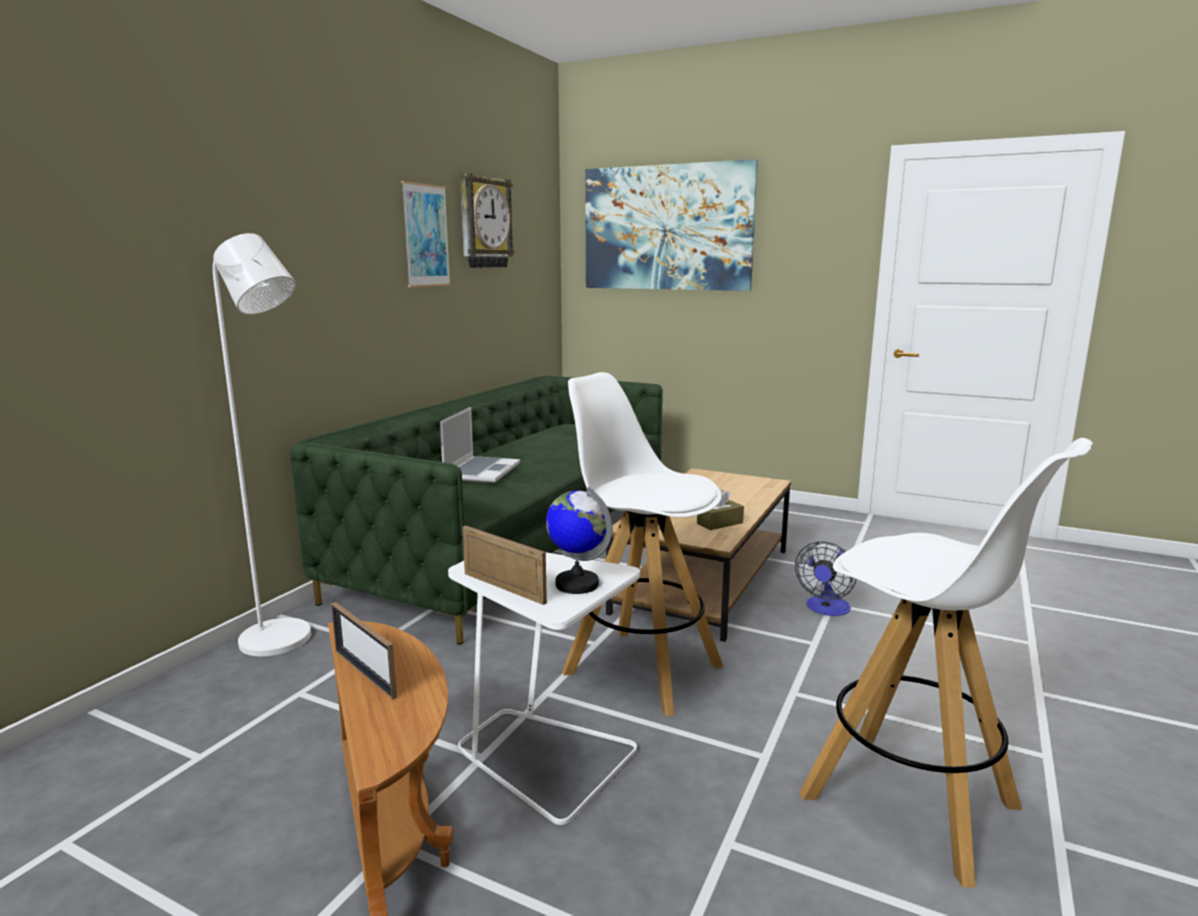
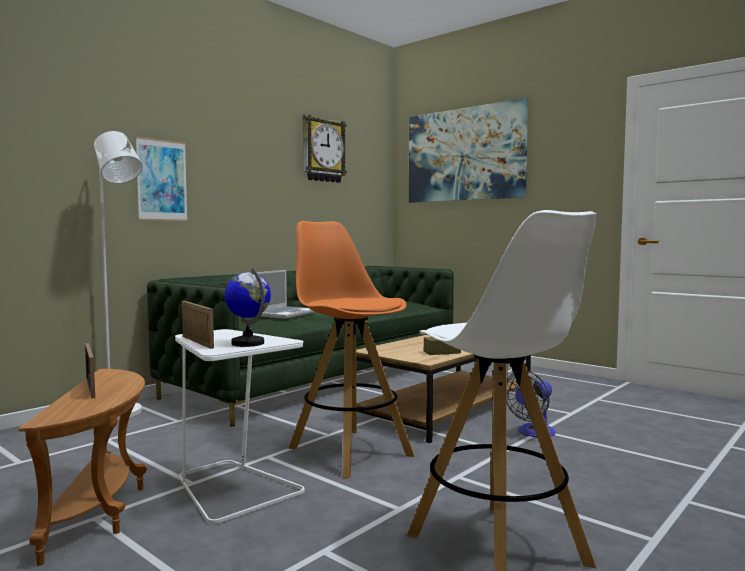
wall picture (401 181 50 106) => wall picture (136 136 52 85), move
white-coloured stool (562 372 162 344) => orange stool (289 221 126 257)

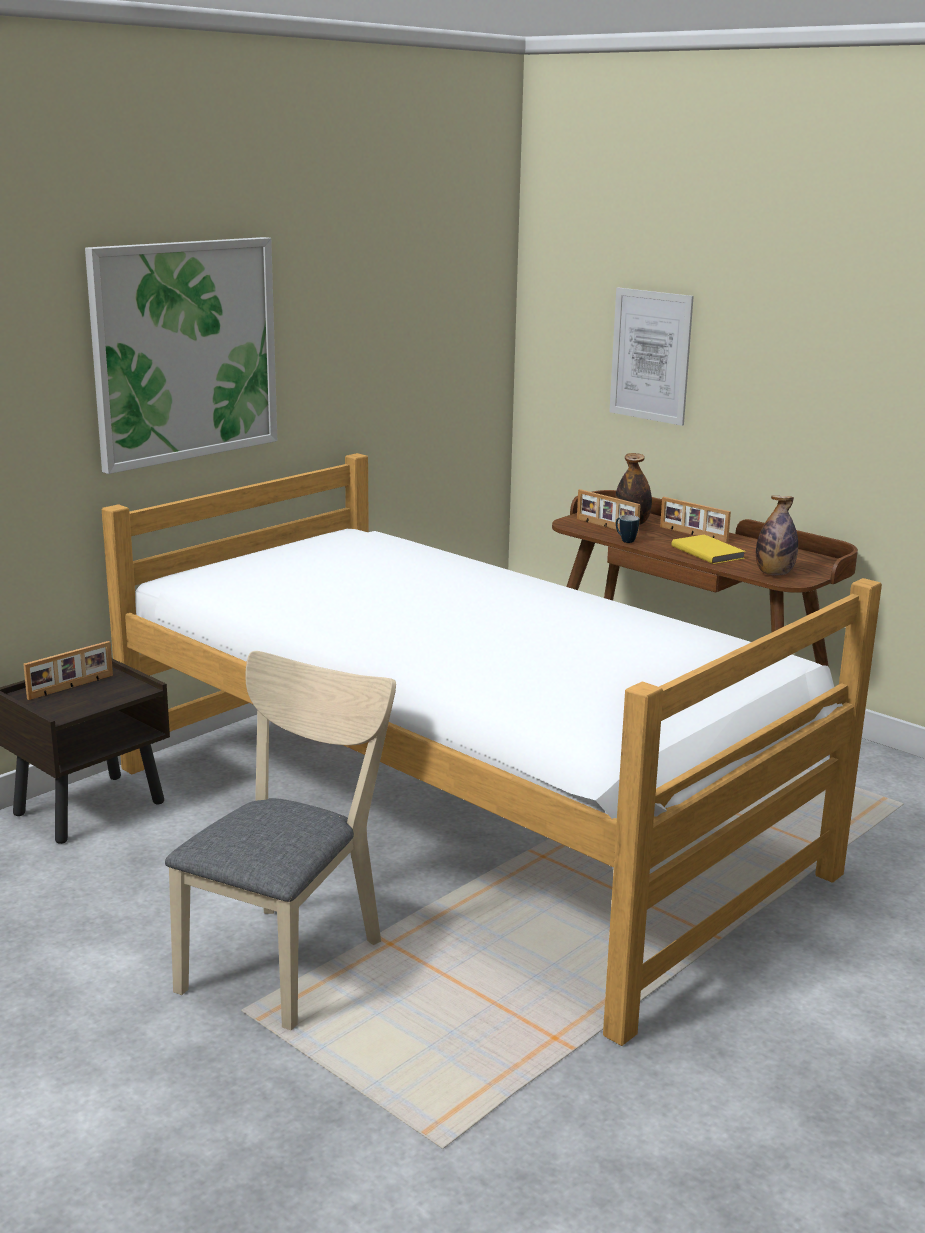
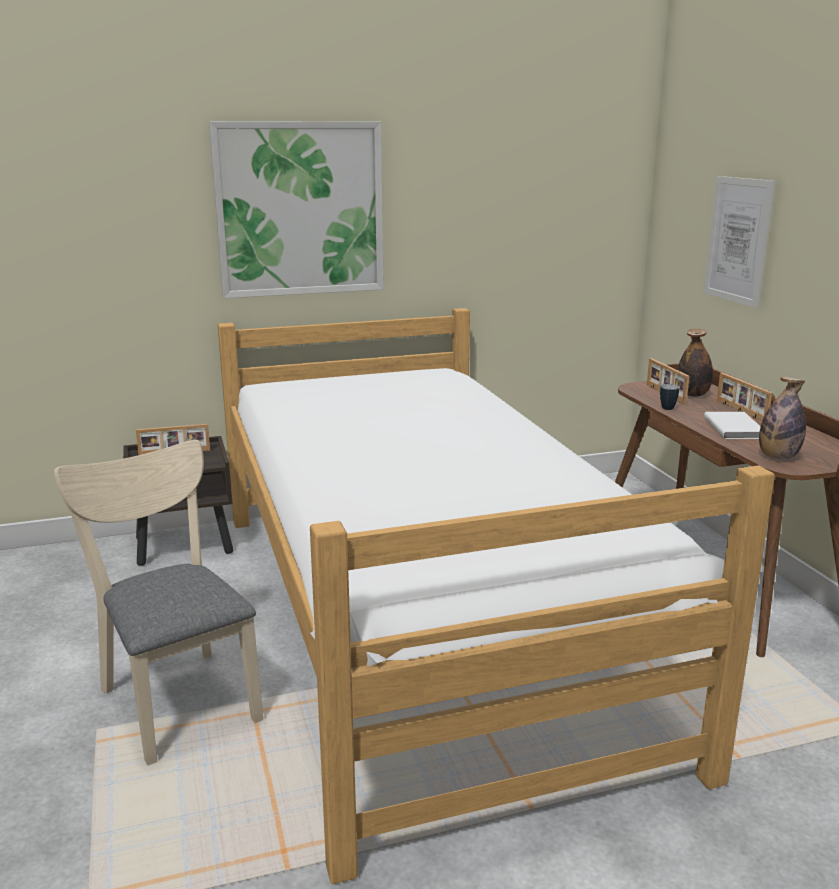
yellow-coloured bound book (672 534 74 30) => white-coloured bound book (704 412 57 27)
beige-coloured plain chair (165 651 231 380) => beige-coloured plain chair (54 440 209 325), 90 degrees counterclockwise

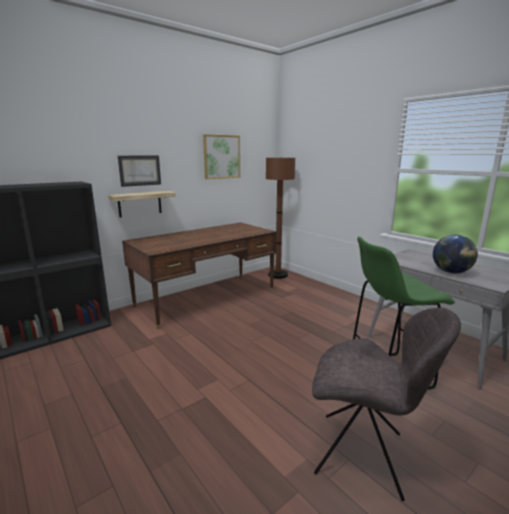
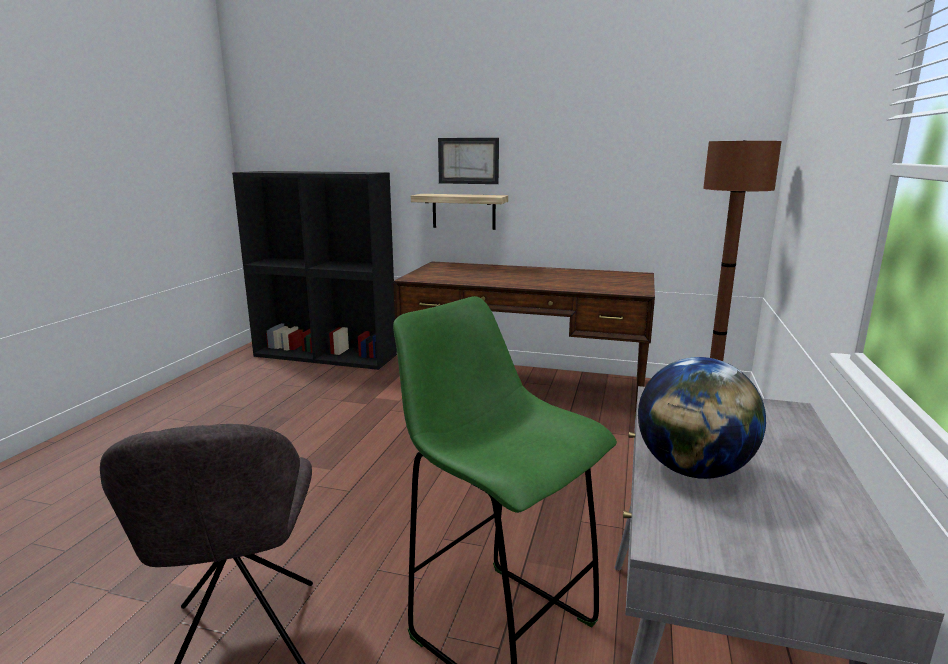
wall picture (203 134 37 45) => nothing

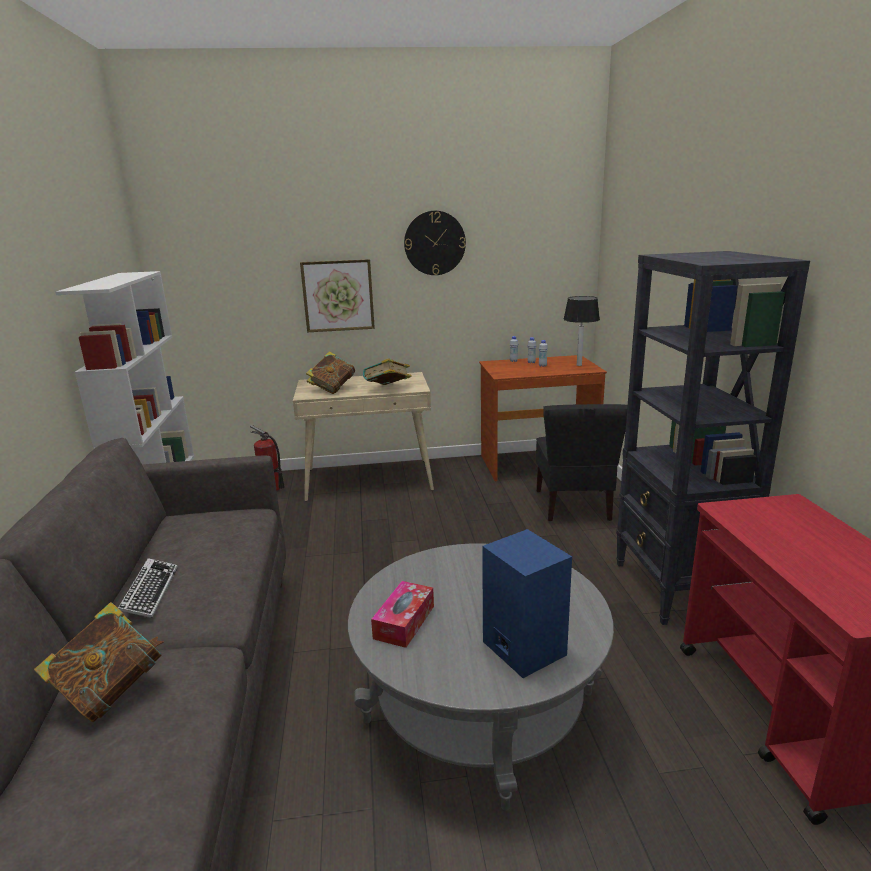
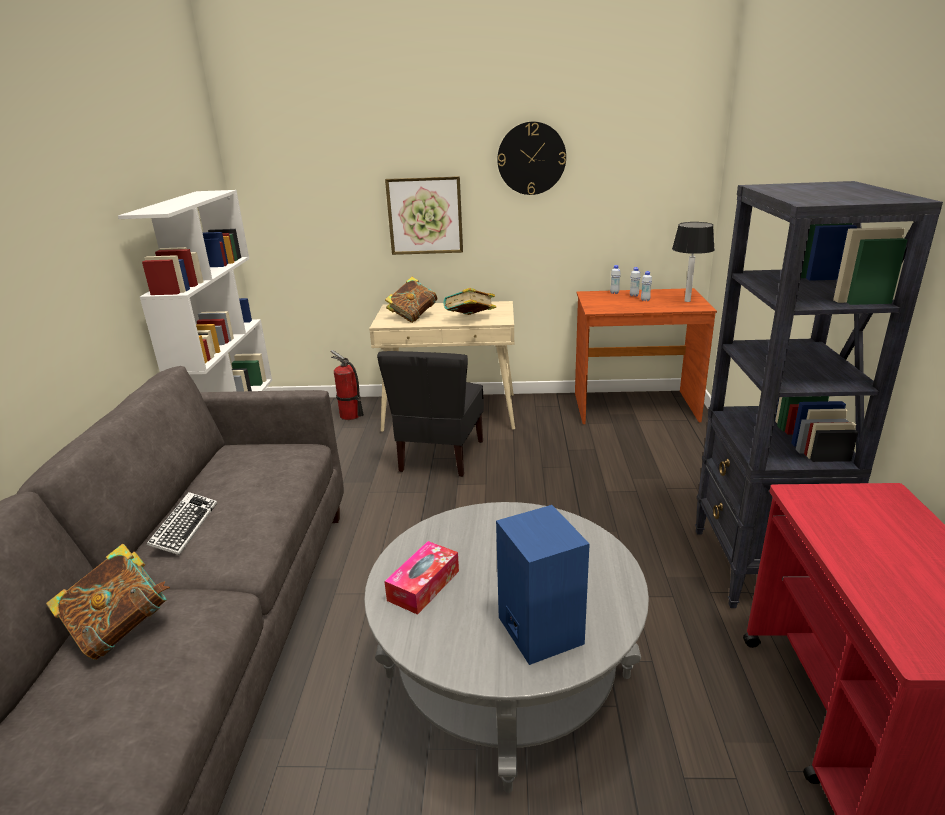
black-coloured plain chair (536 404 92 118) => black-coloured plain chair (377 351 107 126), move

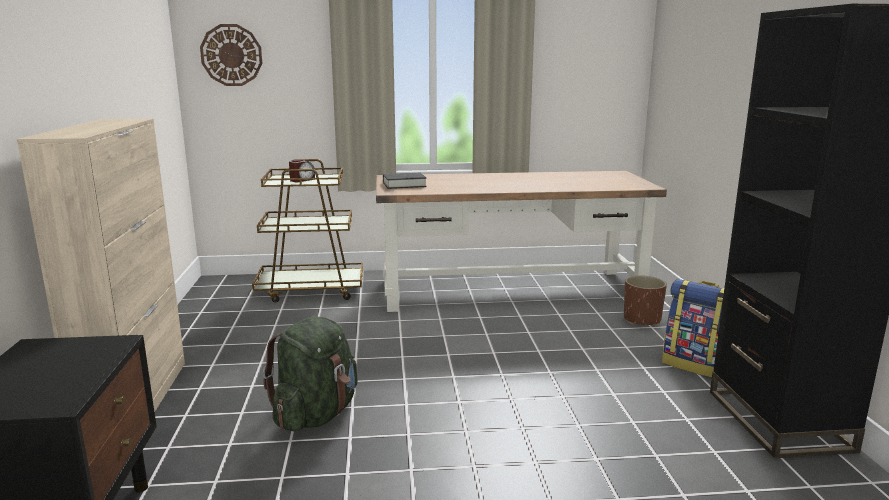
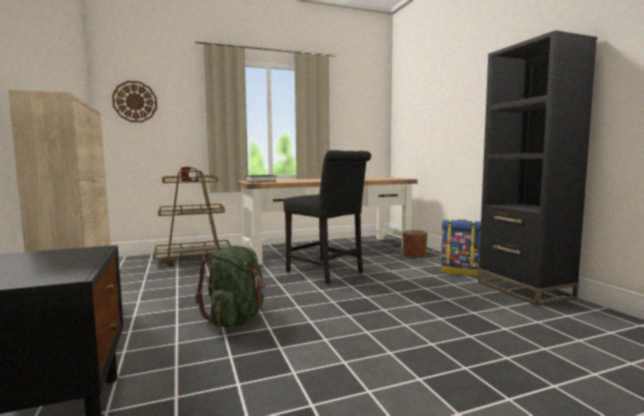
nothing => black-coloured plain chair (283 150 88 134)

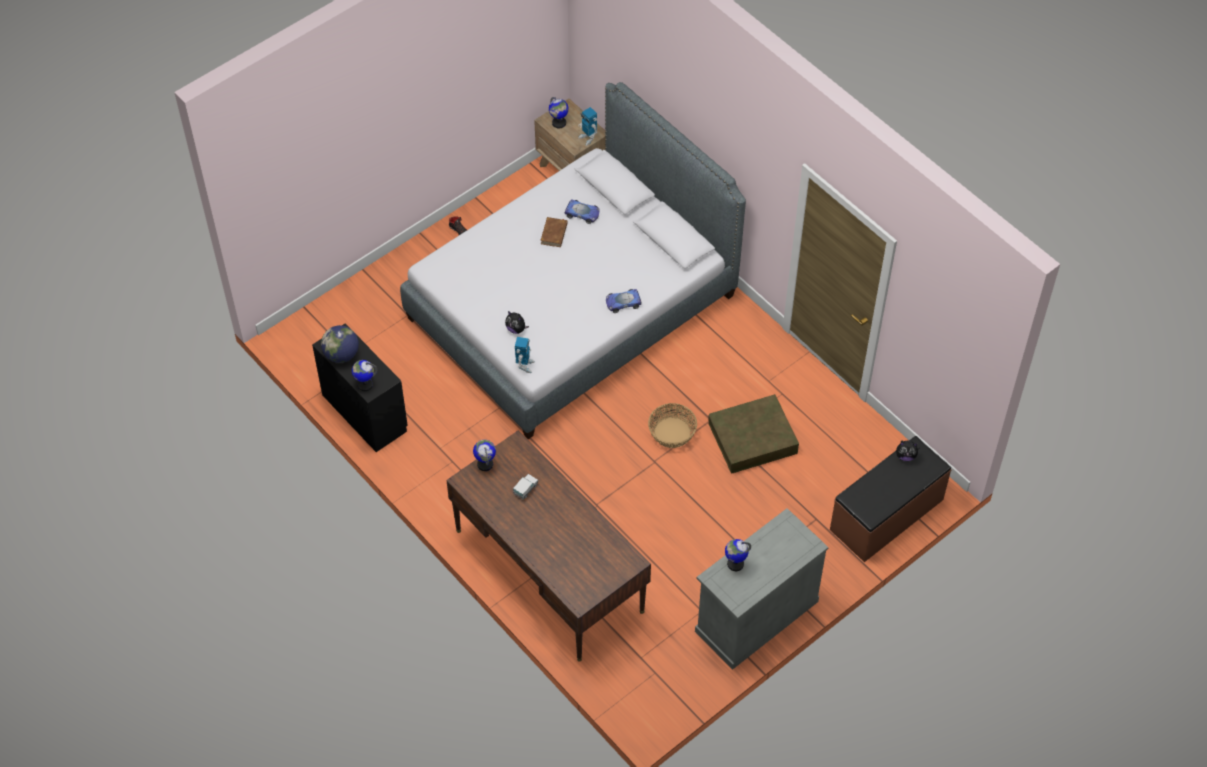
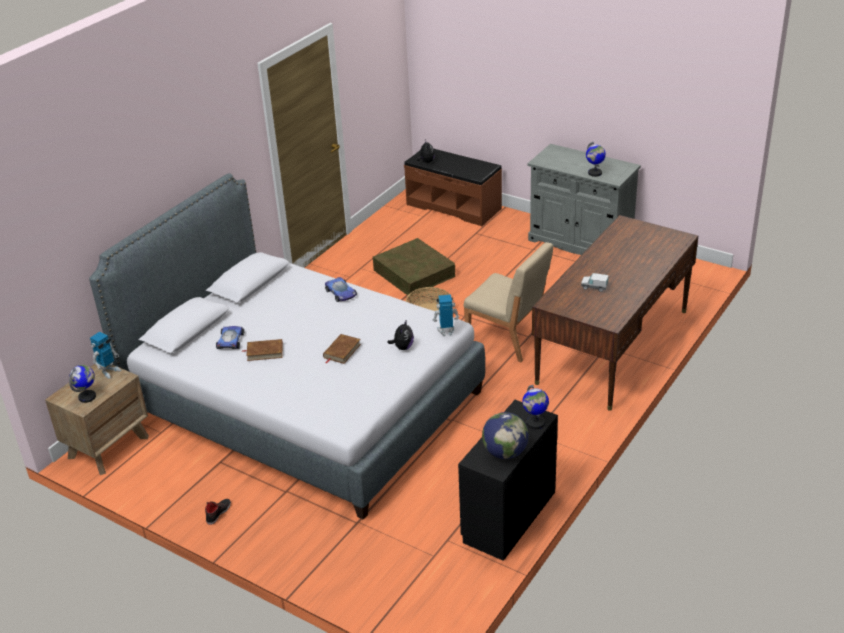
world globe (473 440 23 31) => nothing
nothing => brownish bound book (323 334 38 30)
nothing => beige-coloured plain chair (463 242 90 120)

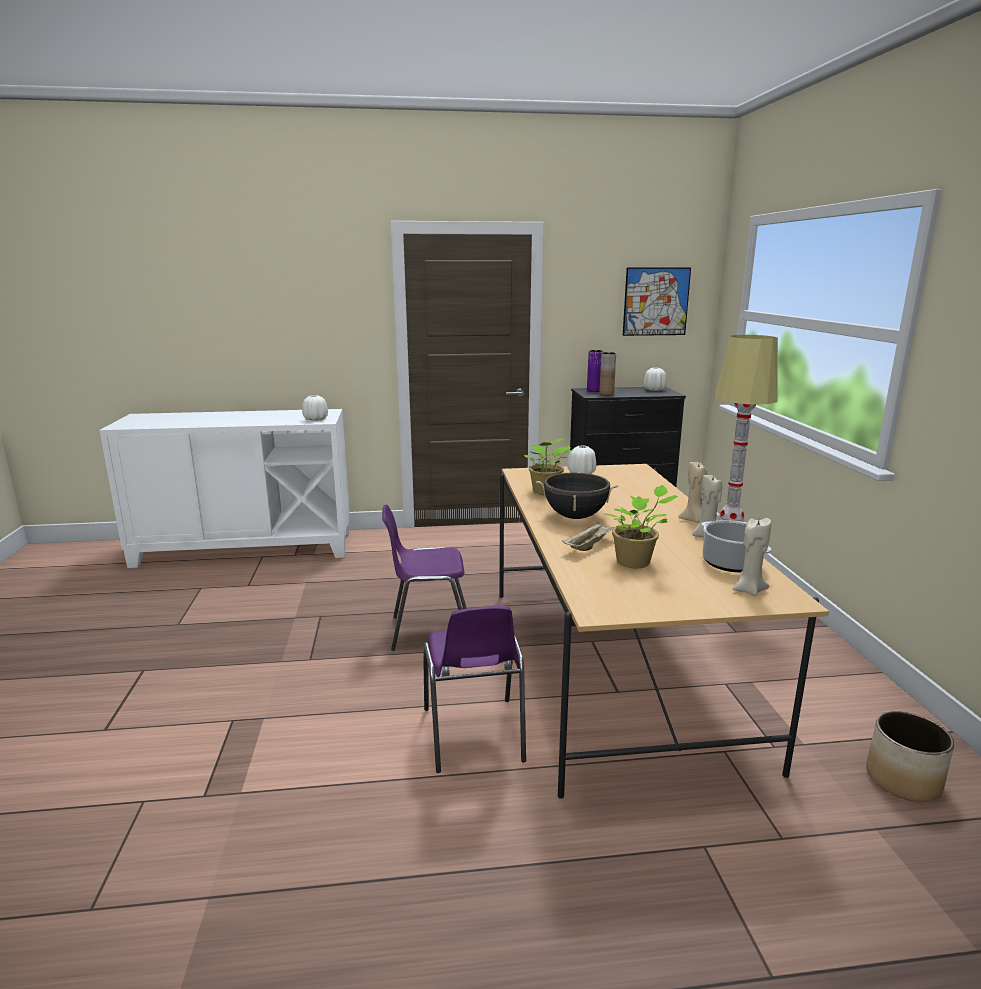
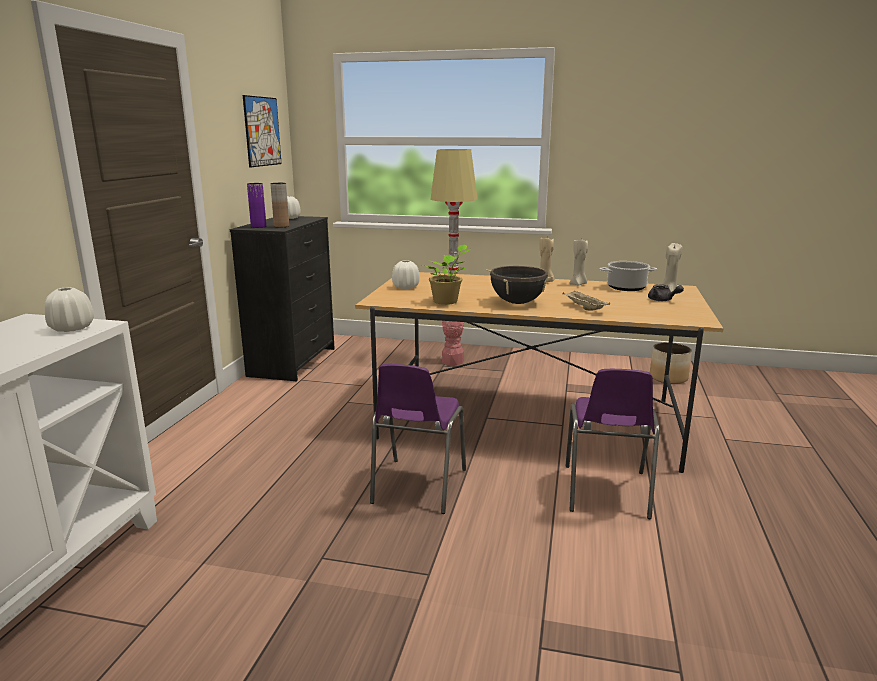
houseplant (603 485 75 83) => nothing
nothing => greyish teapot (648 284 36 17)
purplish plain chair (423 606 103 167) => purplish plain chair (565 369 94 150), 90 degrees clockwise

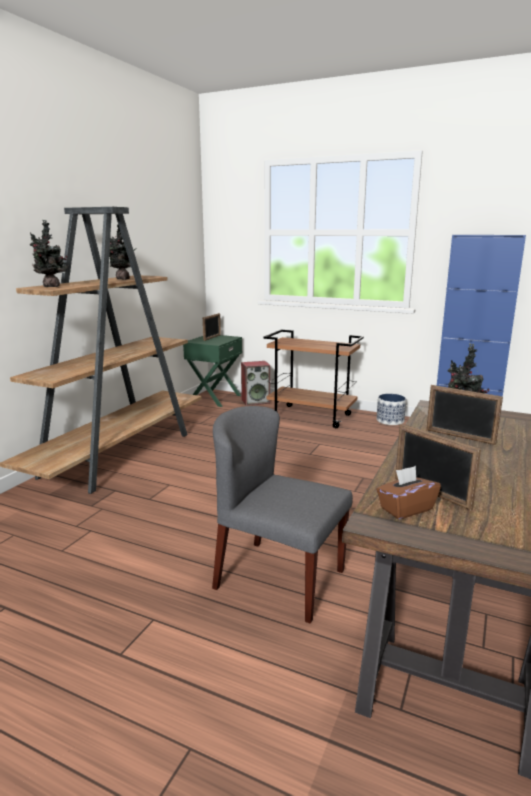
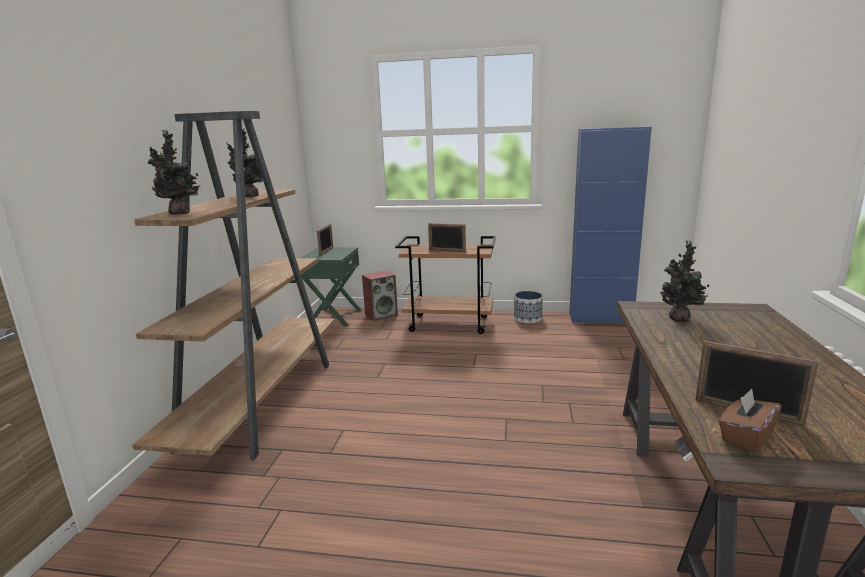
greyish plain chair (212 406 141 218) => nothing
photo frame (426 385 77 60) => photo frame (428 223 38 29), move

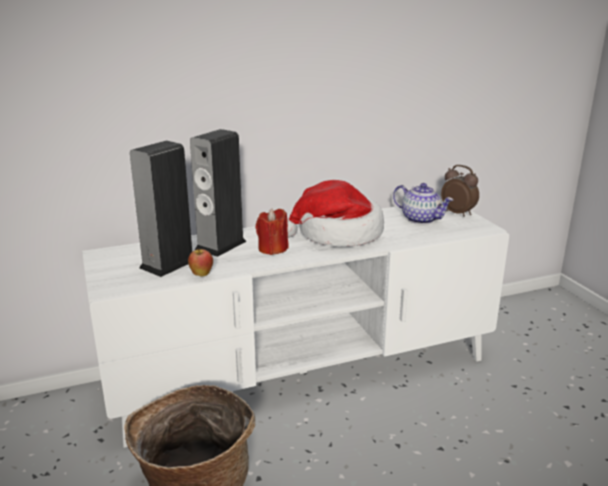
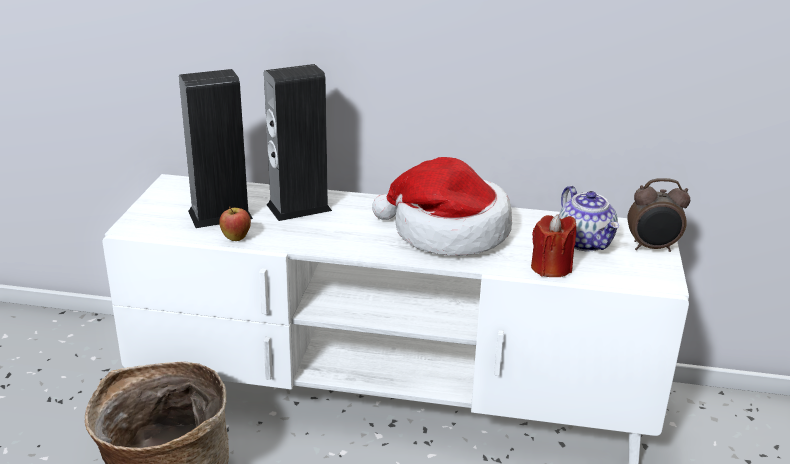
reddish candle (256 208 32 47) => reddish candle (531 214 45 63), move
bedside clock (441 165 38 52) => bedside clock (627 178 63 74), 105 degrees clockwise

